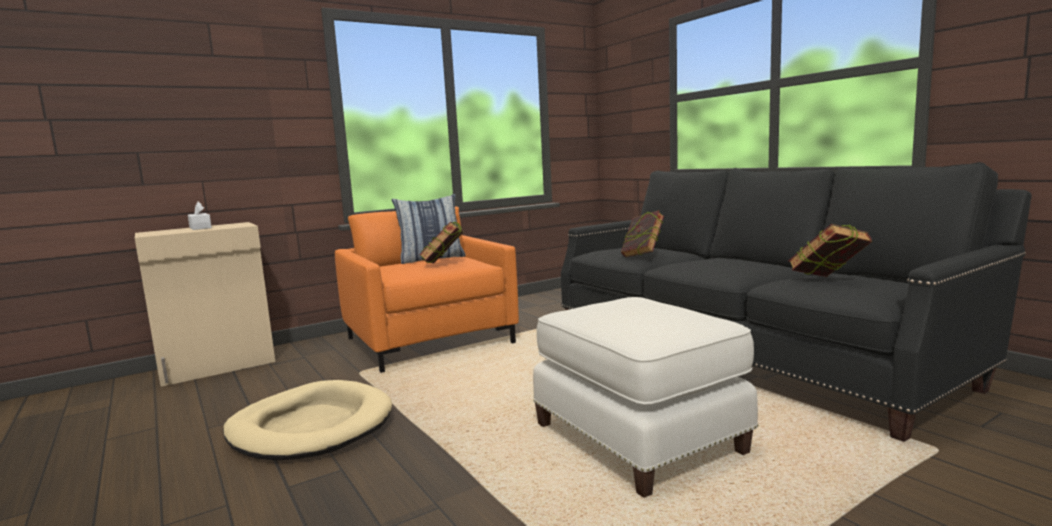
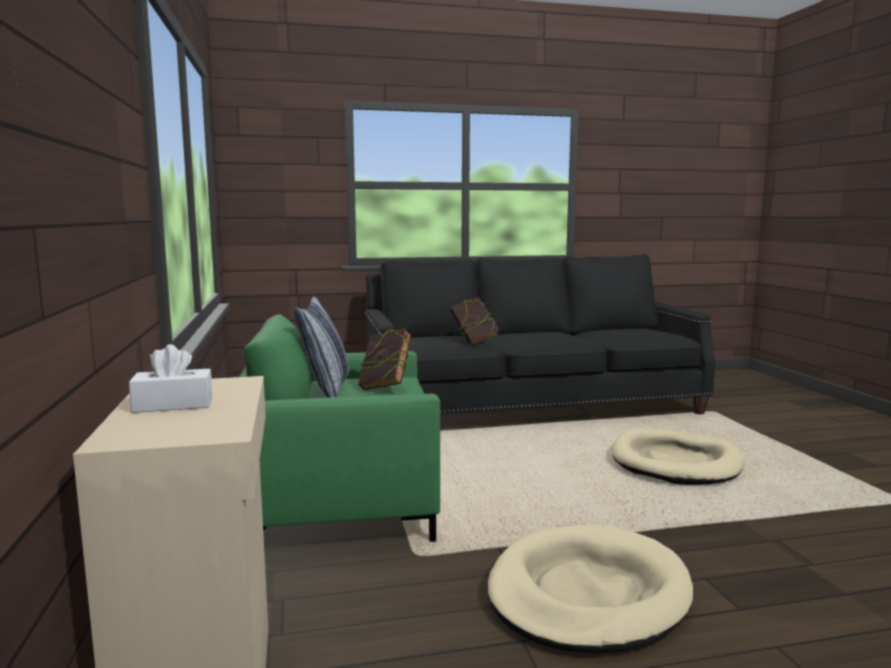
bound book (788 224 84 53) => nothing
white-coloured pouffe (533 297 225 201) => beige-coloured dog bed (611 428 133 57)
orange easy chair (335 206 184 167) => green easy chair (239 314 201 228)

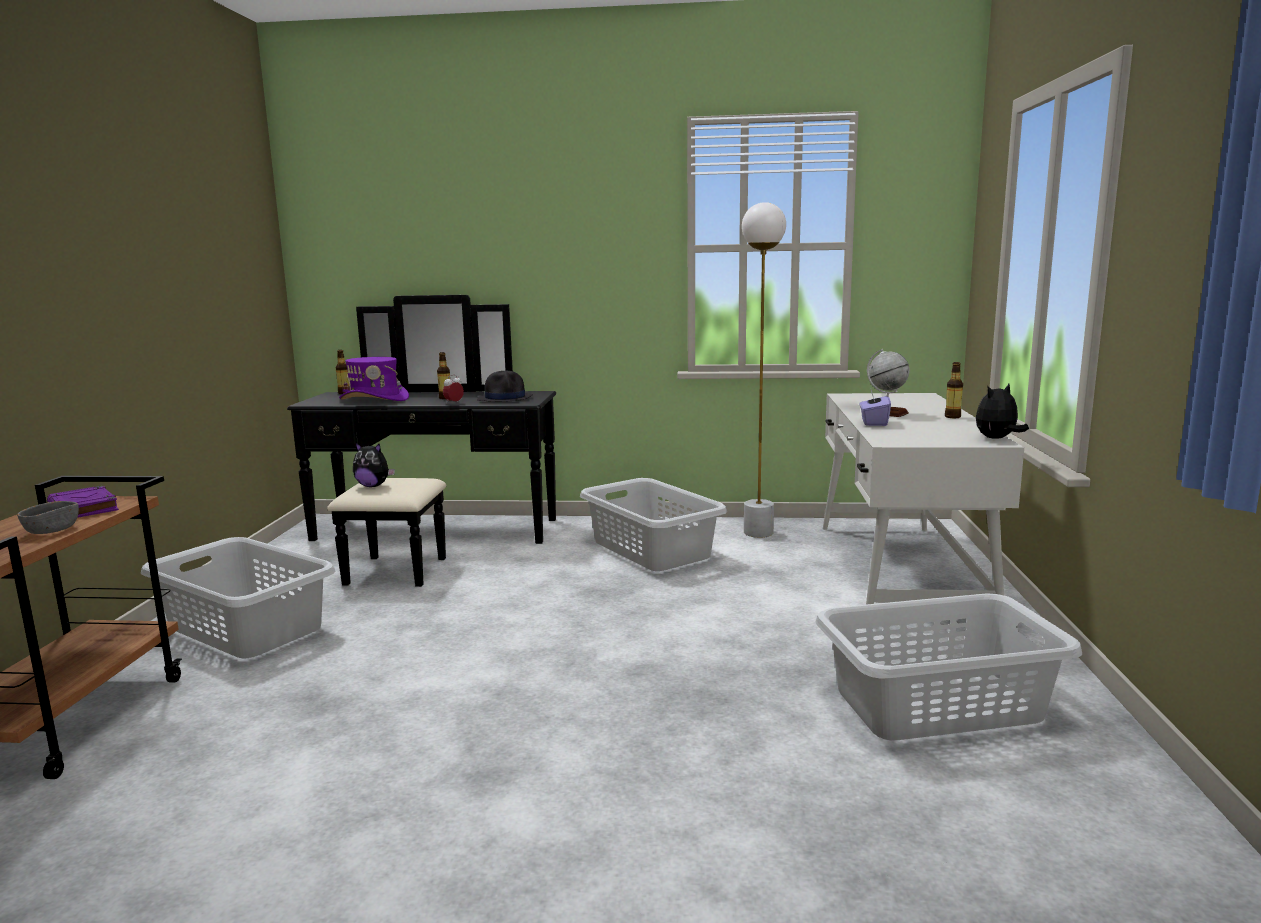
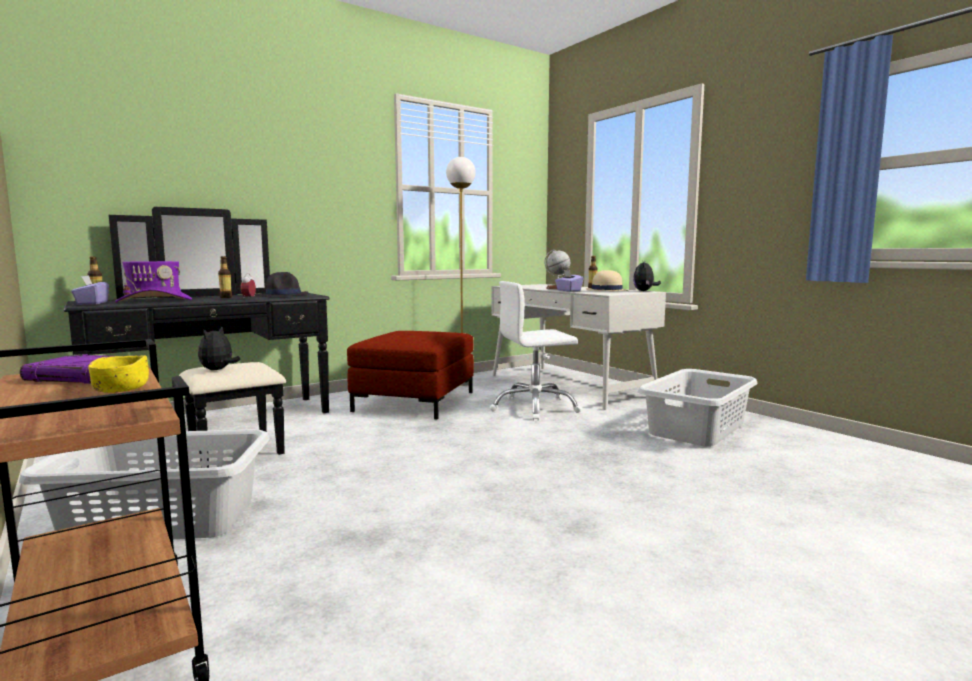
nothing => purplish box of tissues (71 275 38 30)
nothing => white-coloured office chair (490 281 91 140)
nothing => beige-coloured wearable hat (586 270 42 21)
greyish hamper (580 478 147 93) => reddish pouffe (347 331 127 88)
greyish serving bowl (17 501 62 33) => yellow-coloured serving bowl (88 355 61 38)
plush toy (353 442 42 45) => plush toy (198 327 43 43), 135 degrees clockwise

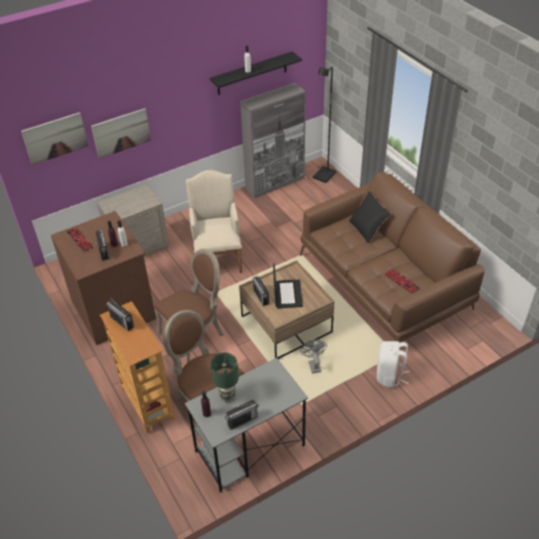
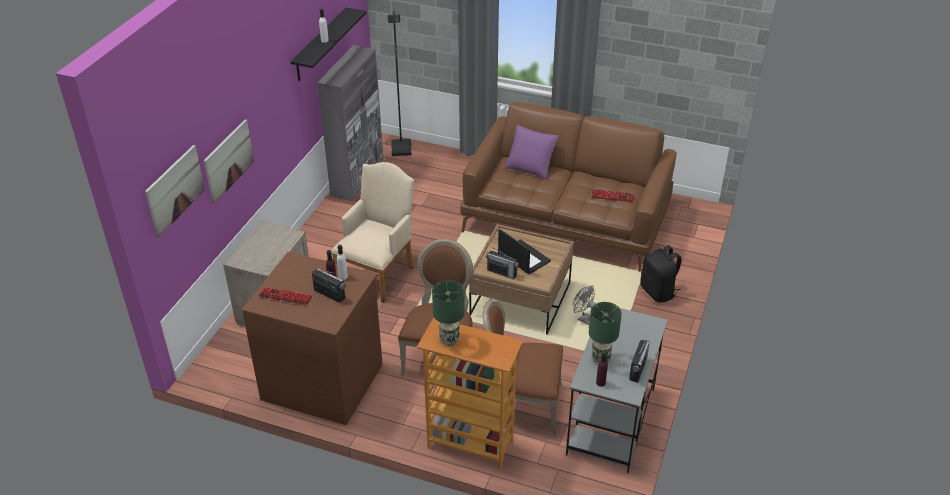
radio (106 297 28 34) => green table lamp (432 280 33 66)
black-coloured pillow (349 191 42 53) => purplish pillow (505 125 54 54)
white-coloured backpack (377 341 32 46) => black-coloured backpack (640 245 42 58)
beige-coloured easy chair (186 170 56 103) => beige-coloured easy chair (331 162 83 141), 75 degrees clockwise

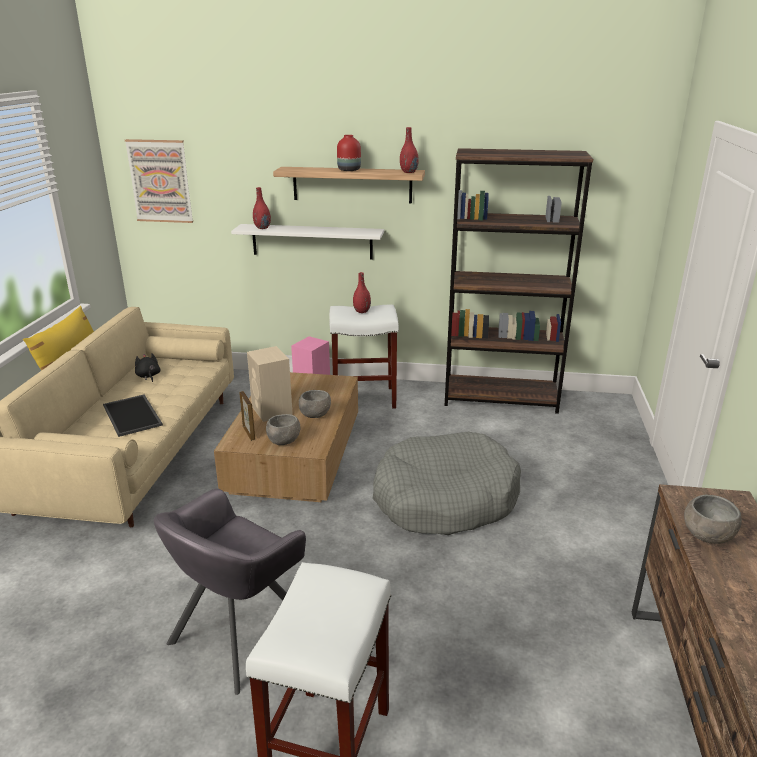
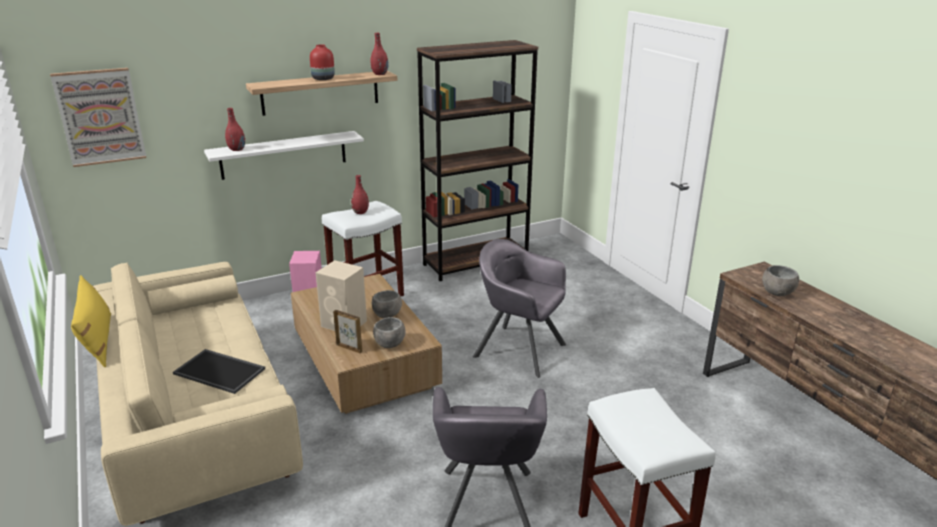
black-coloured plush toy (135 353 26 29) => nothing
greyish dog bed (373 432 148 103) => greyish easy chair (473 239 93 139)

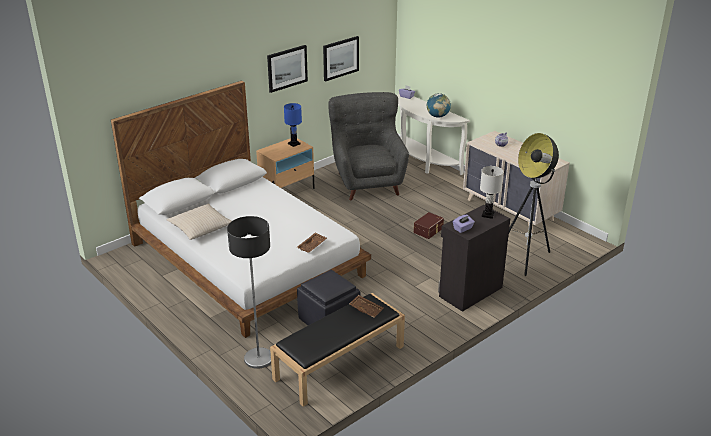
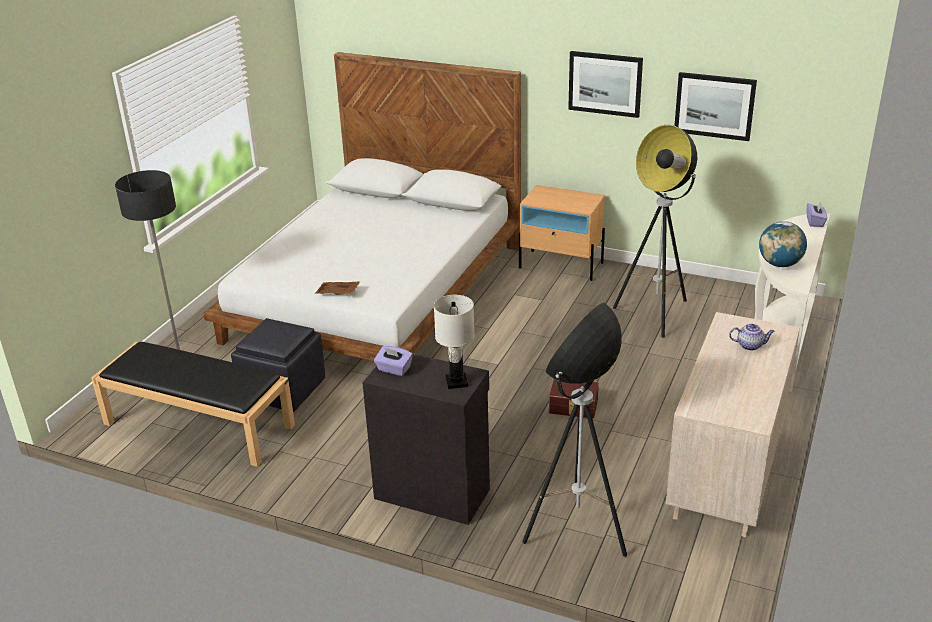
beige-coloured pillow (167 204 65 36) => nothing
bluish table lamp (284 103 18 44) => nothing
brownish tray (349 295 35 23) => nothing
greyish easy chair (329 92 80 108) => standing lamp (613 125 84 213)

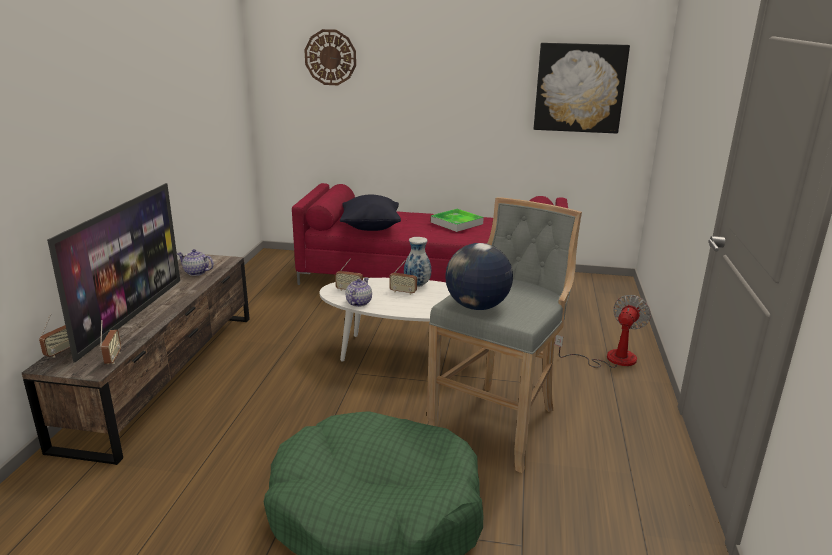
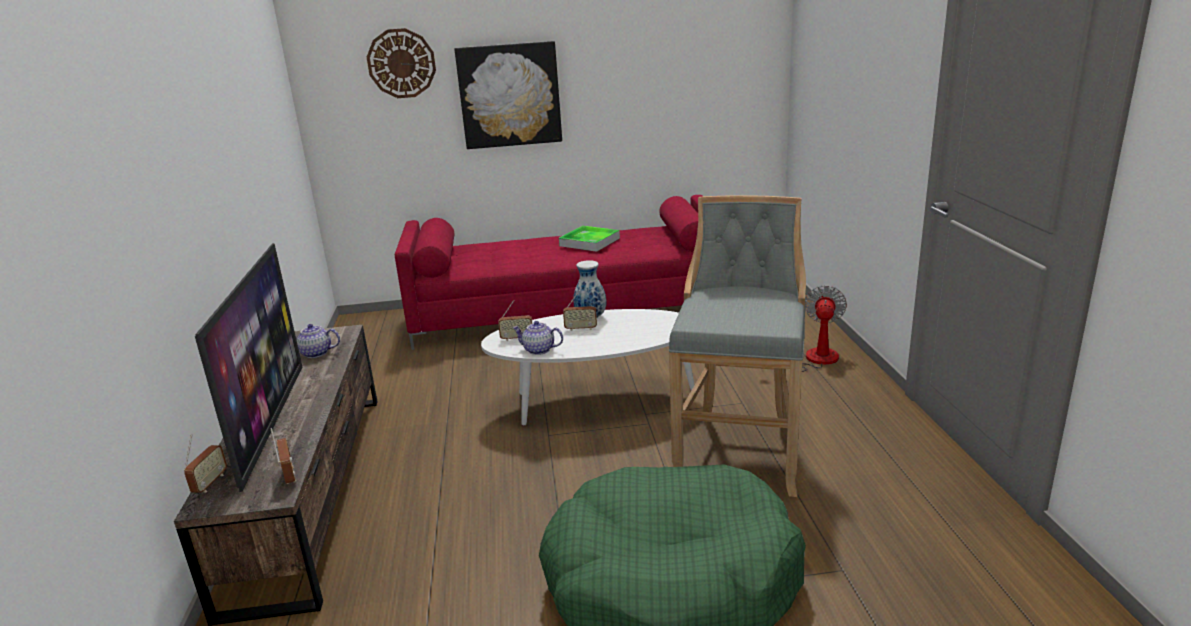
black-coloured pillow (340 195 61 36) => nothing
world globe (445 243 68 67) => nothing
wall picture (534 43 96 91) => wall picture (455 41 107 108), move
teapot (346 277 26 30) => teapot (512 321 51 34), 75 degrees counterclockwise

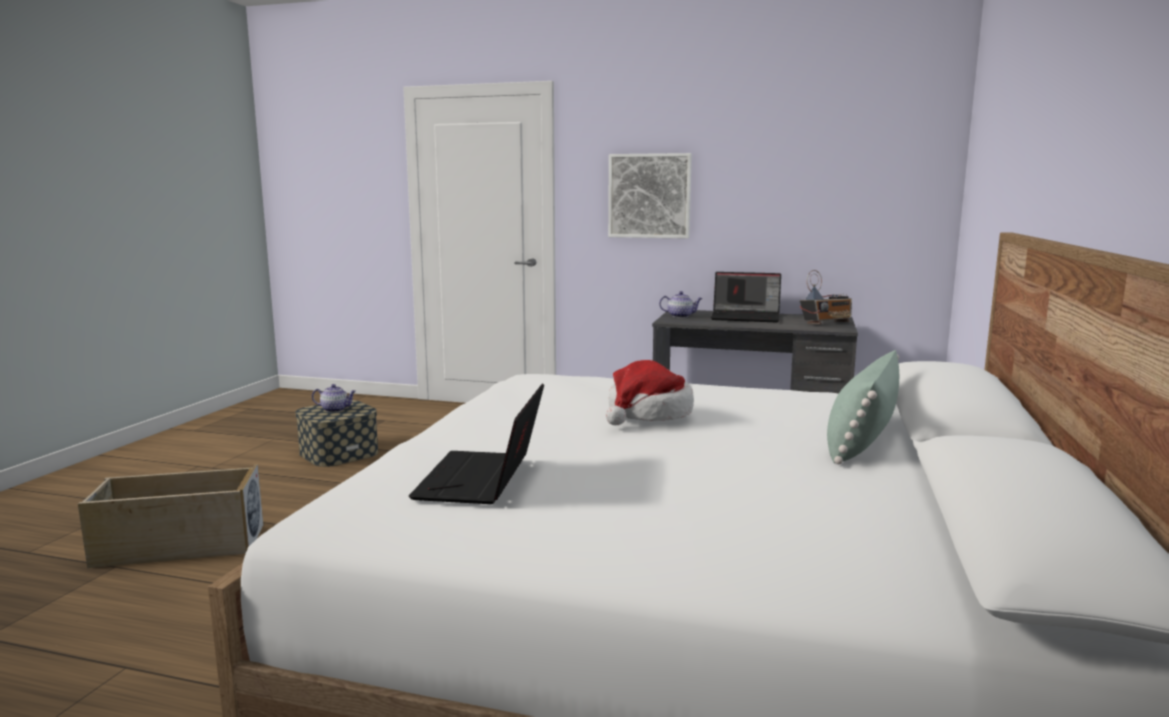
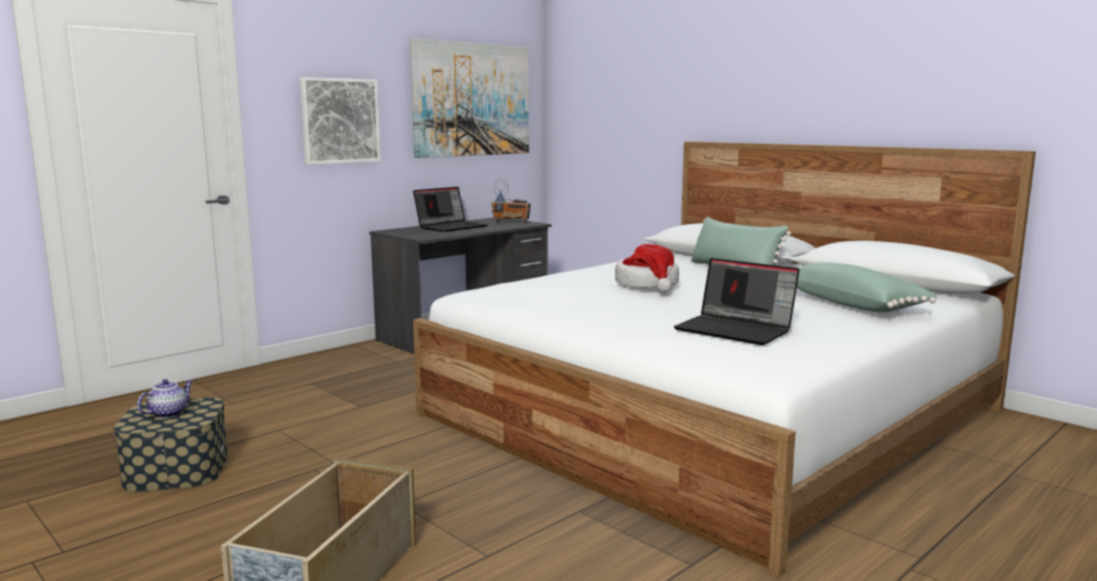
teapot (659 291 43 27) => nothing
nothing => wall picture (410 38 119 120)
nothing => green pillow (797 263 140 50)
radio (800 270 52 54) => radio (491 179 40 43), 90 degrees clockwise

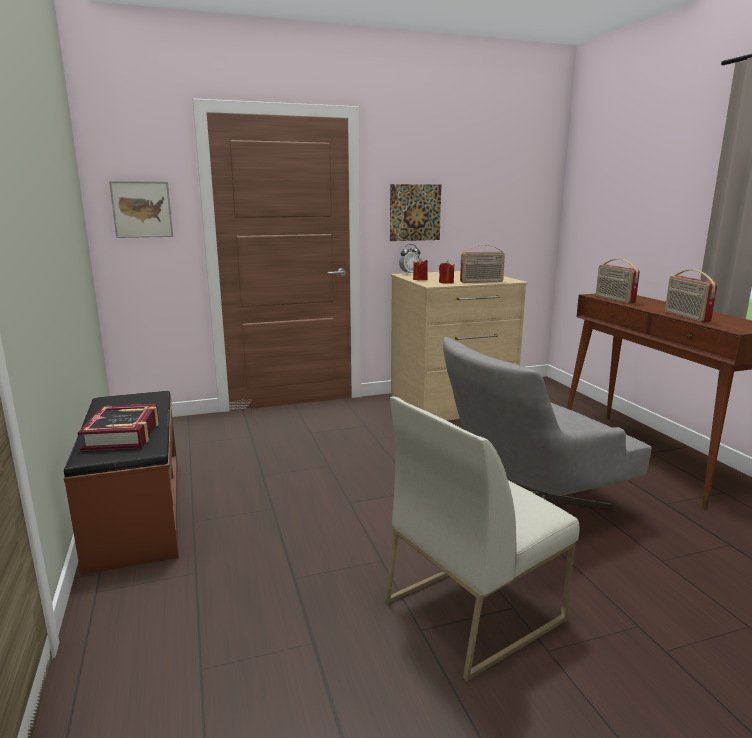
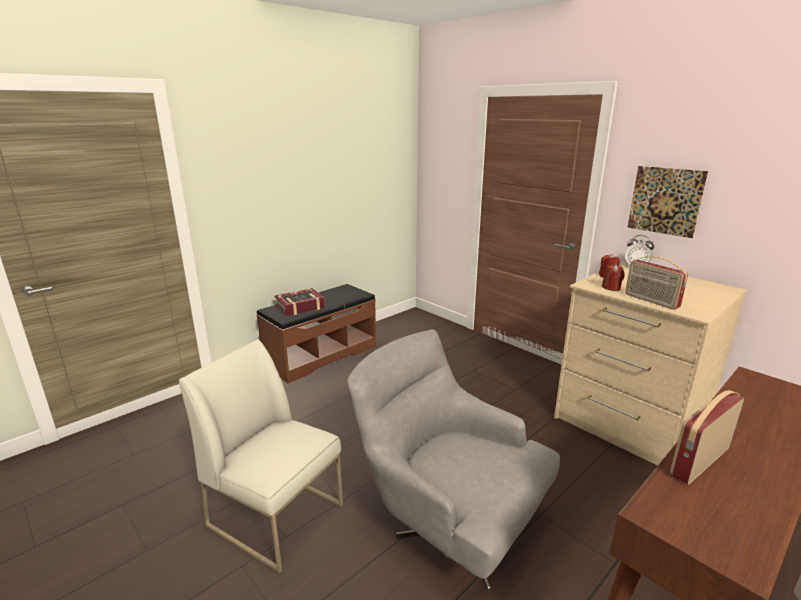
wall picture (109 181 64 57) => nothing
radio (596 259 44 45) => nothing

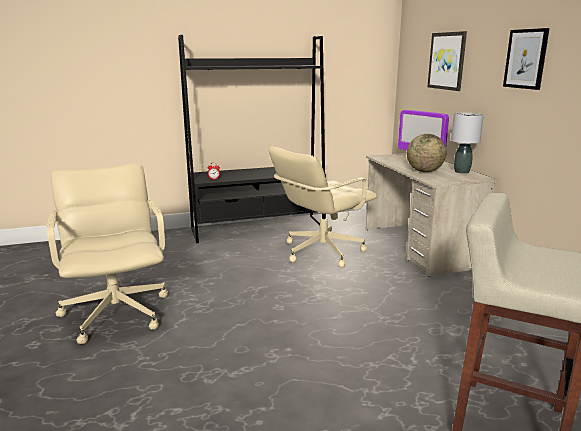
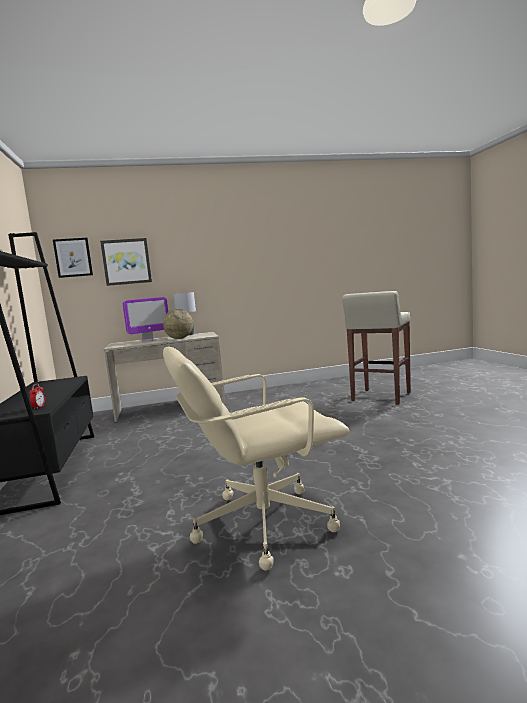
beige-coloured office chair (268 147 110 121) => nothing
wall picture (503 28 47 62) => wall picture (53 238 40 40), move

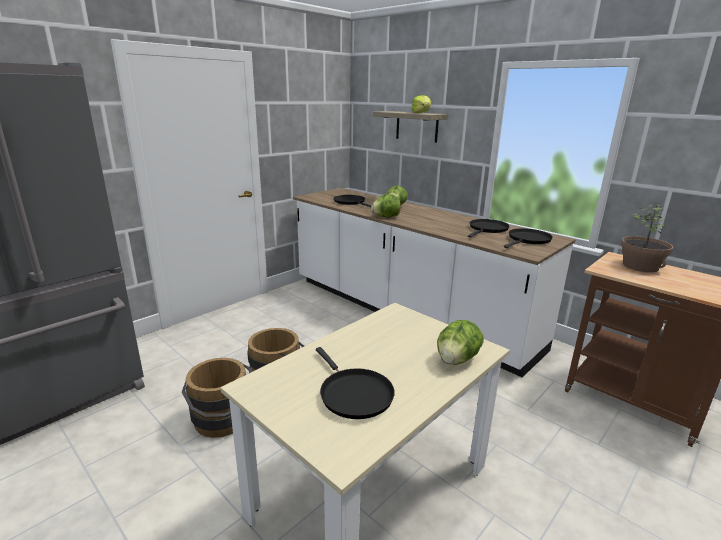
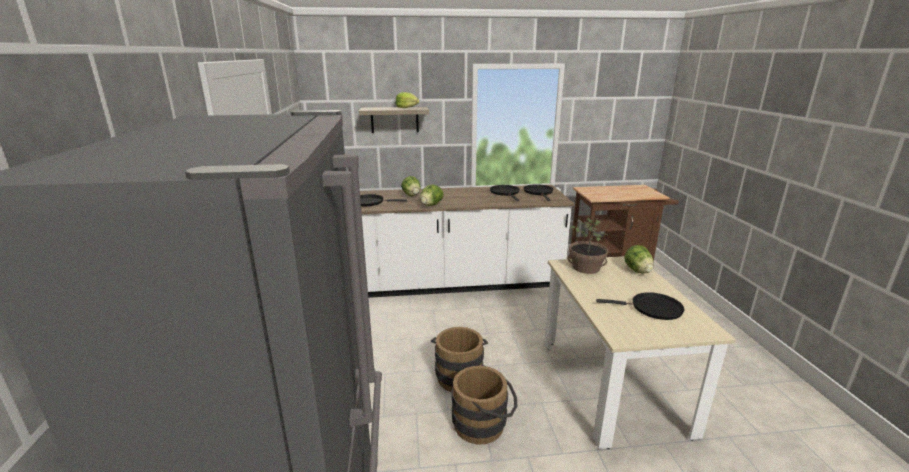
houseplant (621 203 52 69) => houseplant (568 216 40 58), move

